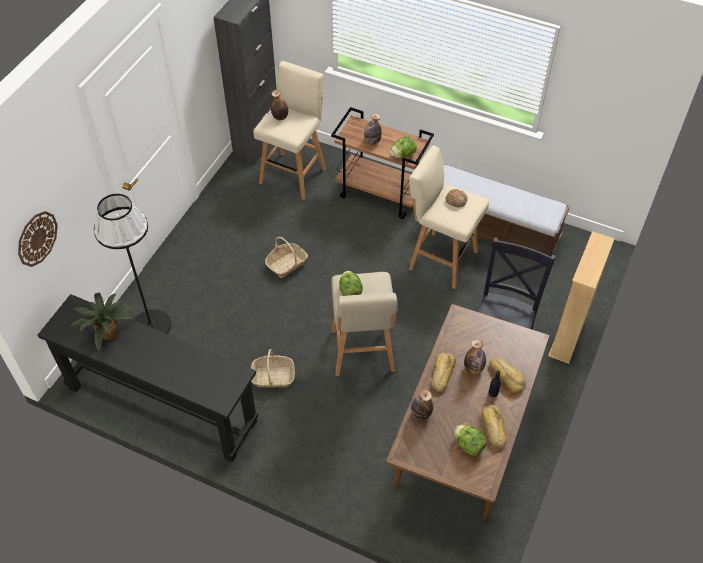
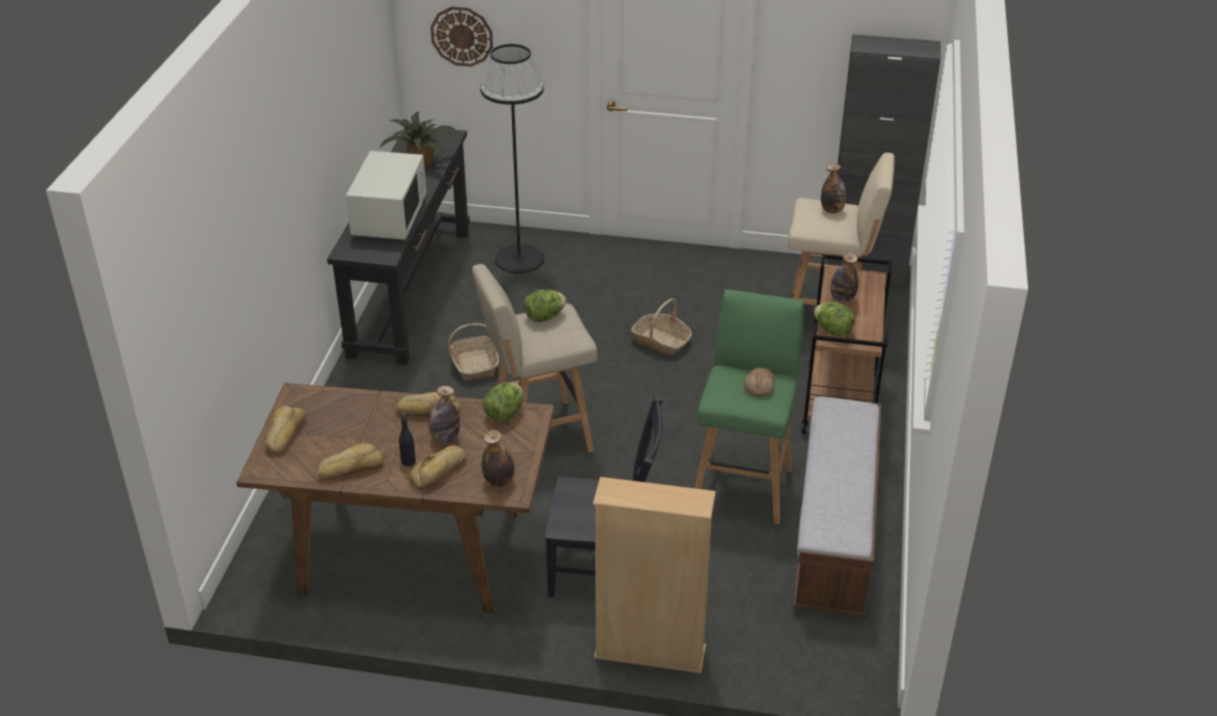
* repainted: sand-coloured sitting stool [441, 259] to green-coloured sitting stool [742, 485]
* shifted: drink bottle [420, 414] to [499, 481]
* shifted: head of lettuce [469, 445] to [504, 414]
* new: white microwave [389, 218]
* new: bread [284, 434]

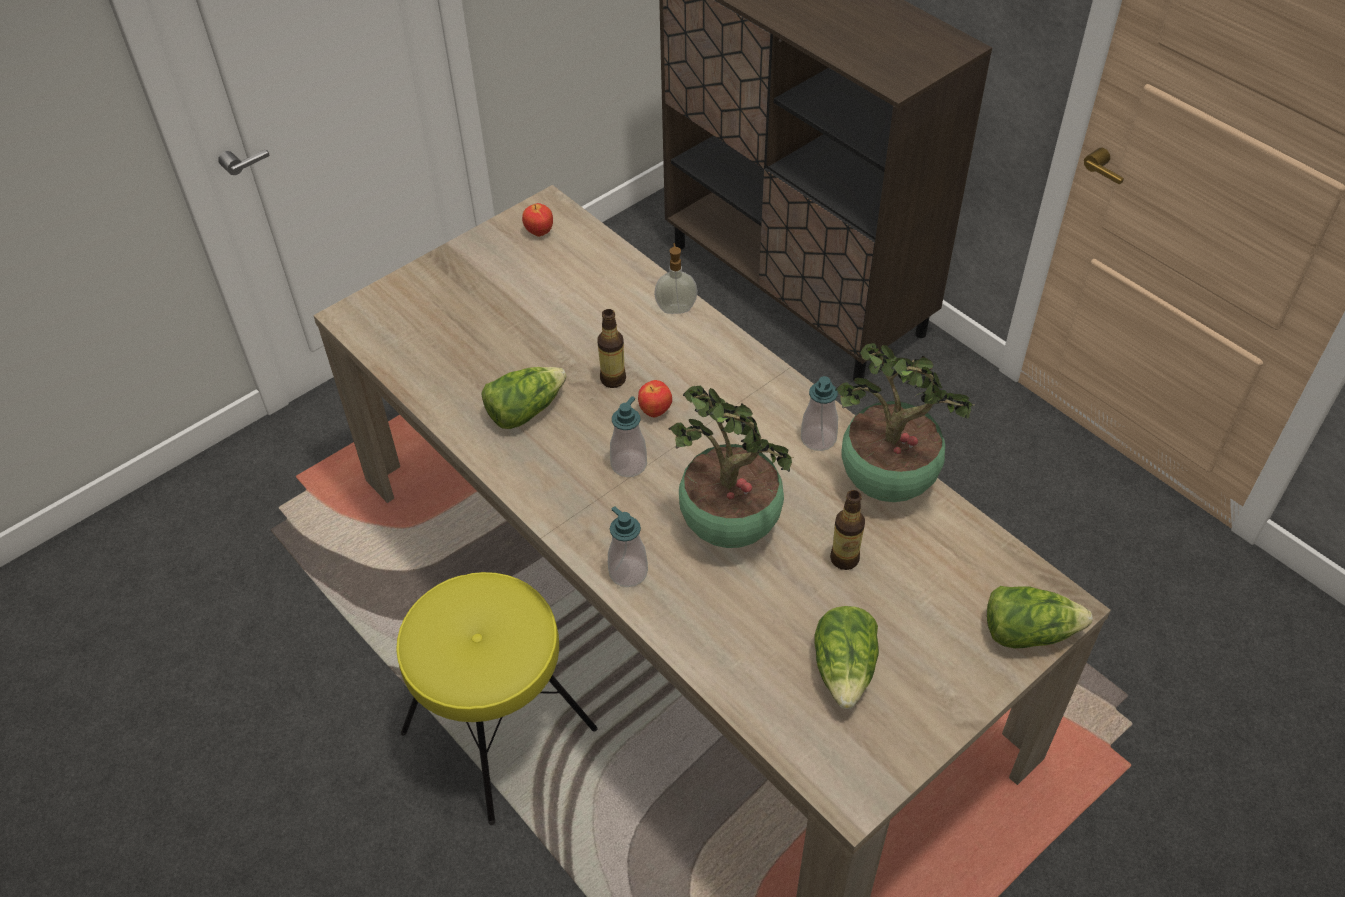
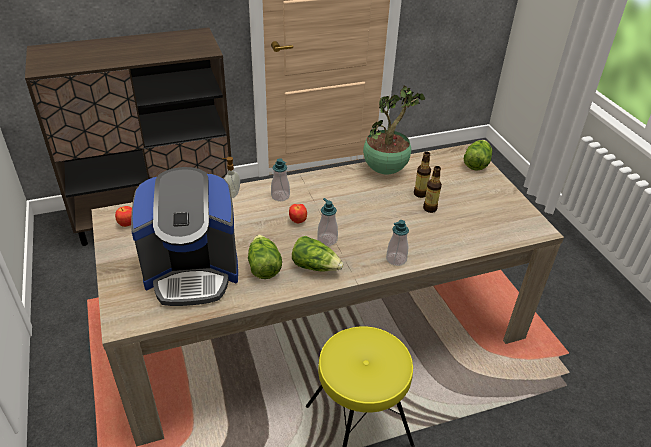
* shifted: drink bottle [613, 379] to [430, 208]
* shifted: soap dispenser [818, 438] to [280, 196]
* gone: houseplant [732, 528]
* shifted: head of lettuce [845, 669] to [315, 266]
* new: coffee maker [192, 272]

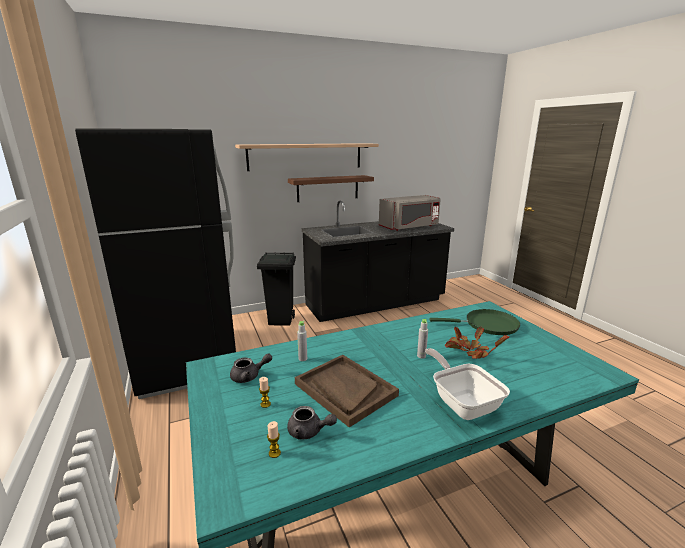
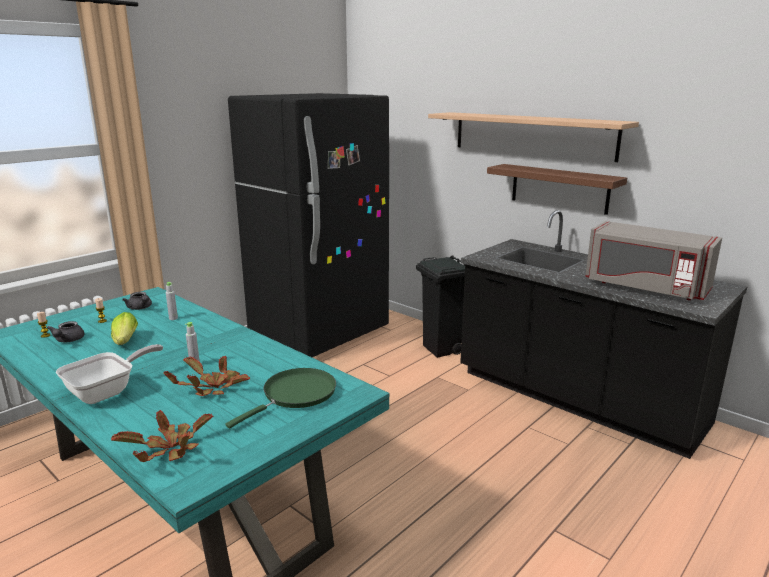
* rotated: green-coloured frying pan [487, 325] = [295, 395] 120 degrees counterclockwise
* swapped: brown-coloured tray [345, 390] to head of lettuce [125, 342]
* new: houseplant [169, 450]

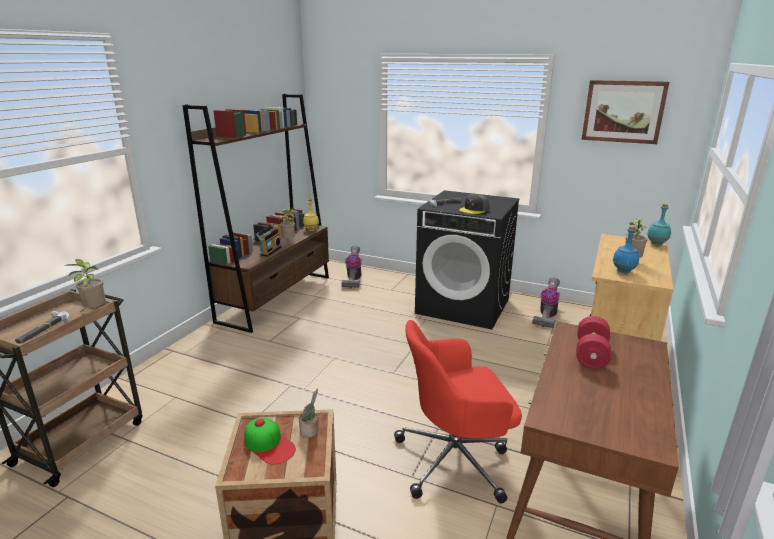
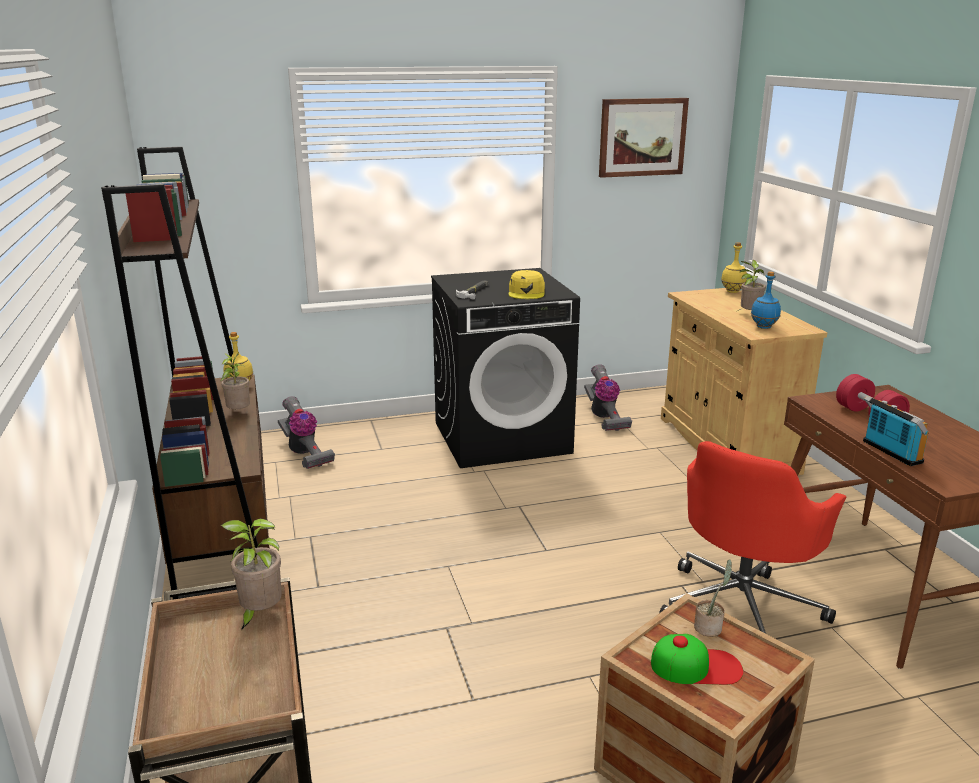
* repainted: greyish peaked cap [474, 209] to yellow peaked cap [526, 292]
* repainted: turquoise-coloured drink bottle [656, 244] to yellow drink bottle [732, 291]
* shifted: radio [270, 251] to [889, 452]
* gone: hammer [43, 329]

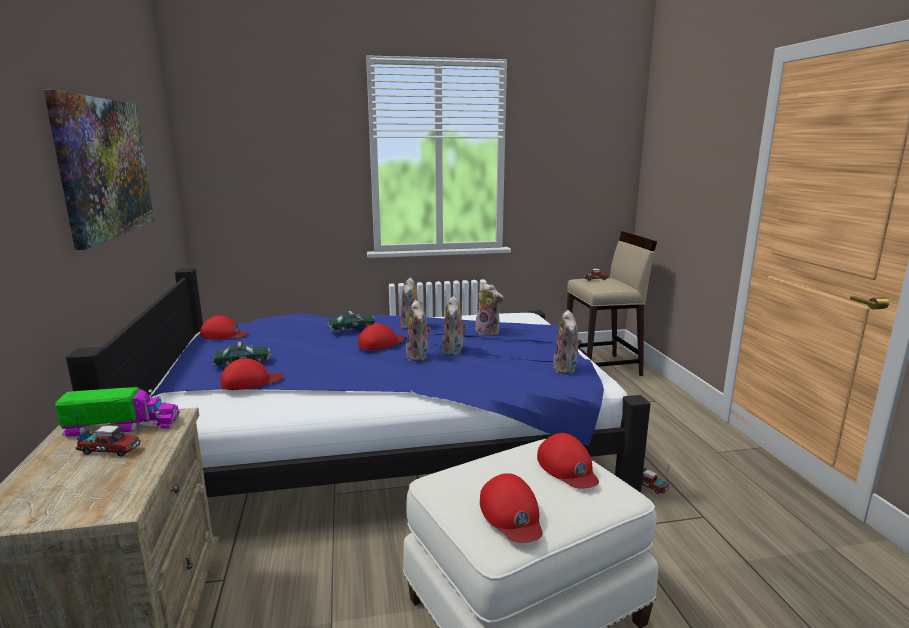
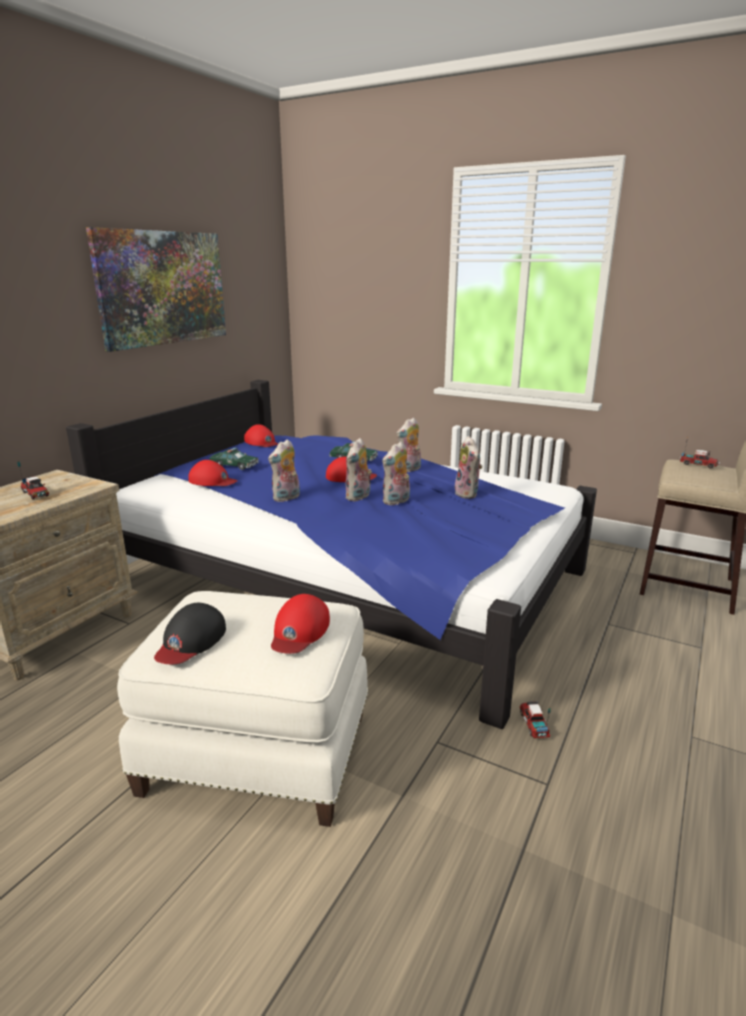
* shifted: plush toy [566, 369] to [286, 498]
* gone: toy lorry [123, 427]
* repainted: red peaked cap [511, 514] to black peaked cap [191, 640]

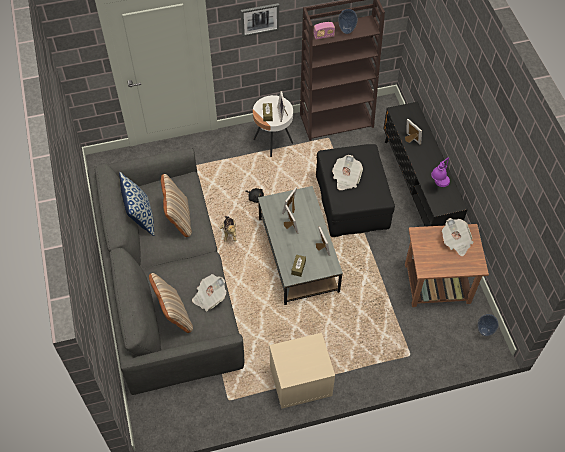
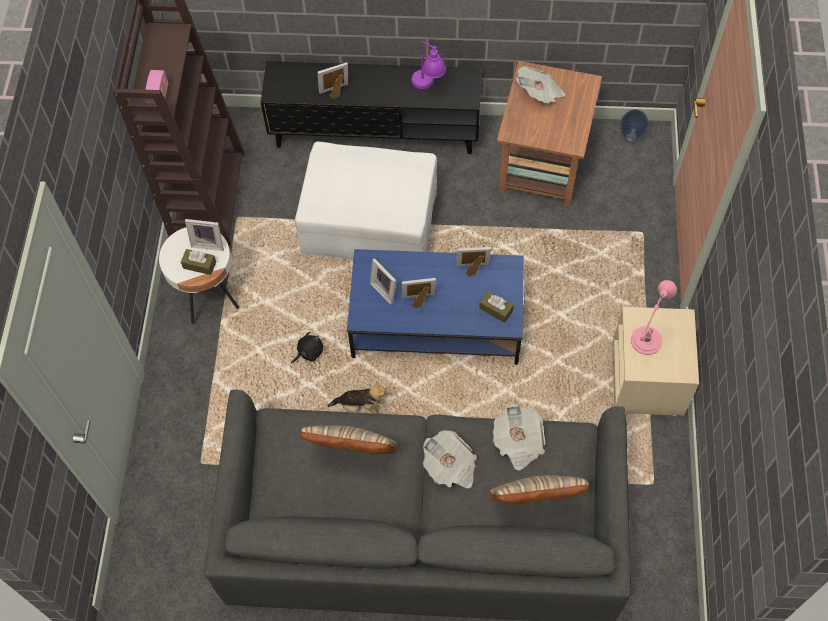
* gone: wall art [260, 19]
* gone: vase [346, 31]
* repainted: black footrest [352, 202] to white footrest [370, 222]
* shifted: newspaper [346, 178] to [450, 467]
* gone: throw pillow [140, 217]
* repainted: greyish low table [297, 254] to blue-coloured low table [435, 322]
* new: pink table lamp [645, 343]

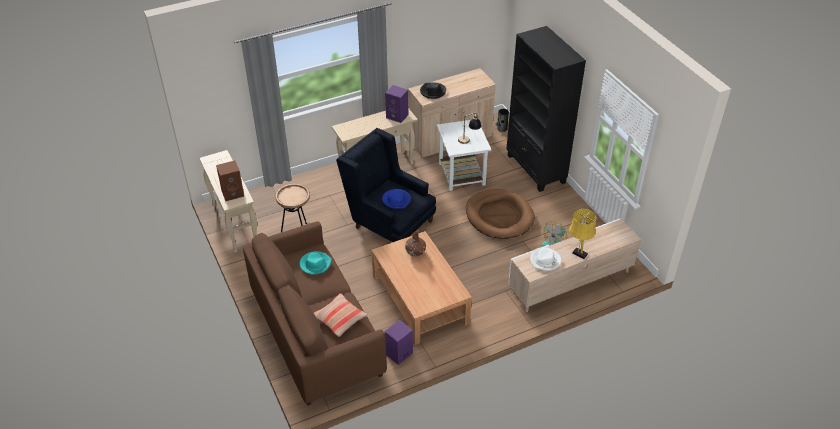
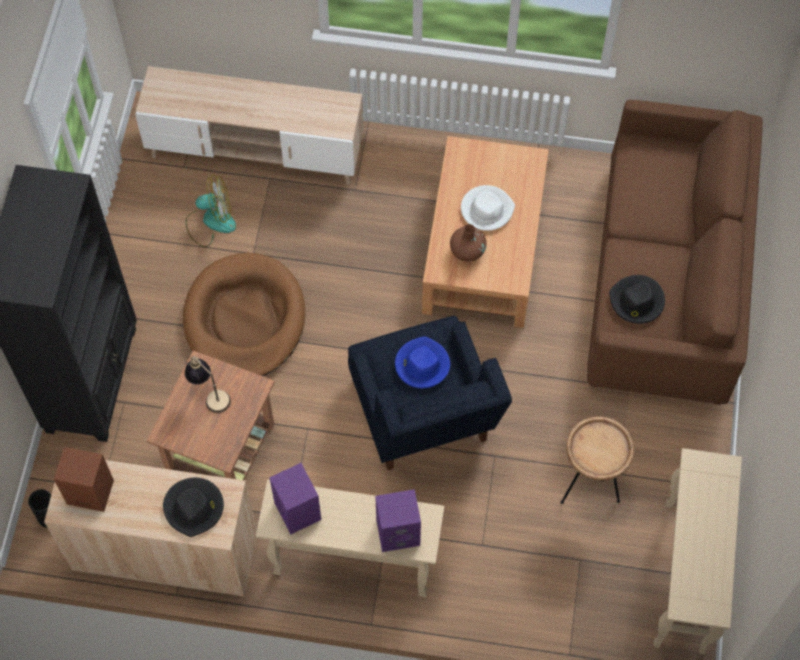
* repainted: white end table [462, 174] to brown-coloured end table [221, 448]
* shifted: brown-coloured audio speaker [233, 193] to [89, 493]
* gone: yellow table lamp [578, 253]
* shifted: white wearable hat [545, 260] to [486, 209]
* repainted: turquoise-coloured wearable hat [315, 264] to black wearable hat [637, 301]
* gone: throw pillow [339, 318]
* shifted: purple audio speaker [399, 354] to [399, 531]

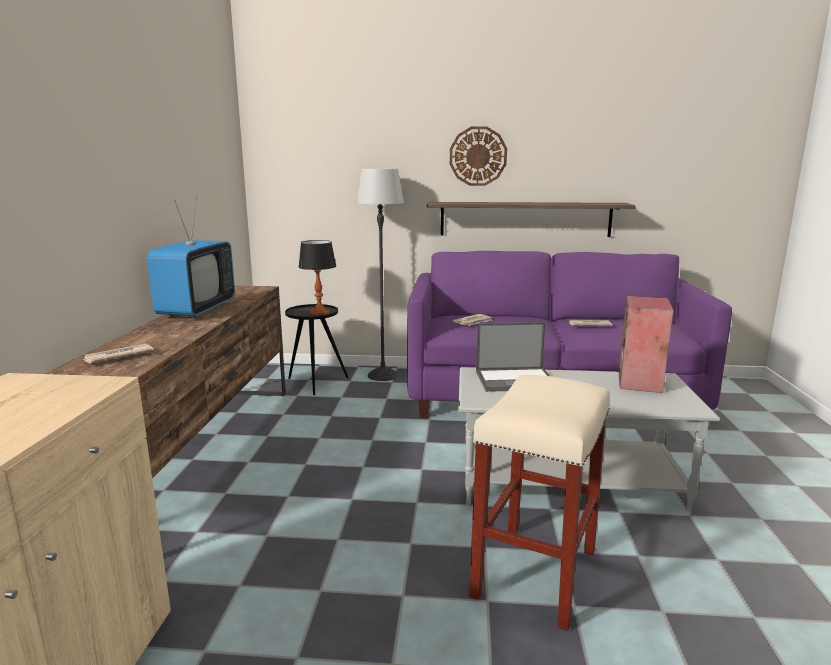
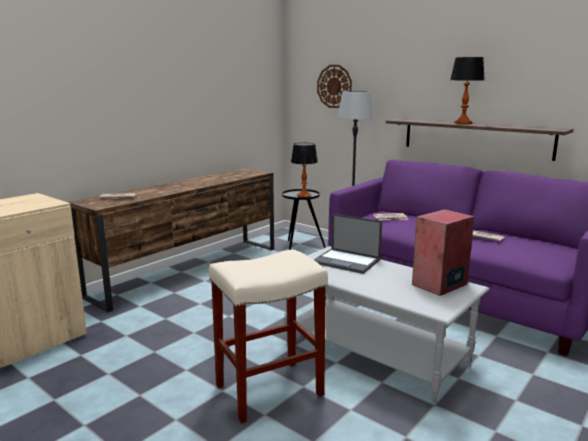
* shifted: wall clock [478, 156] to [334, 86]
* gone: TV [197, 310]
* new: table lamp [463, 123]

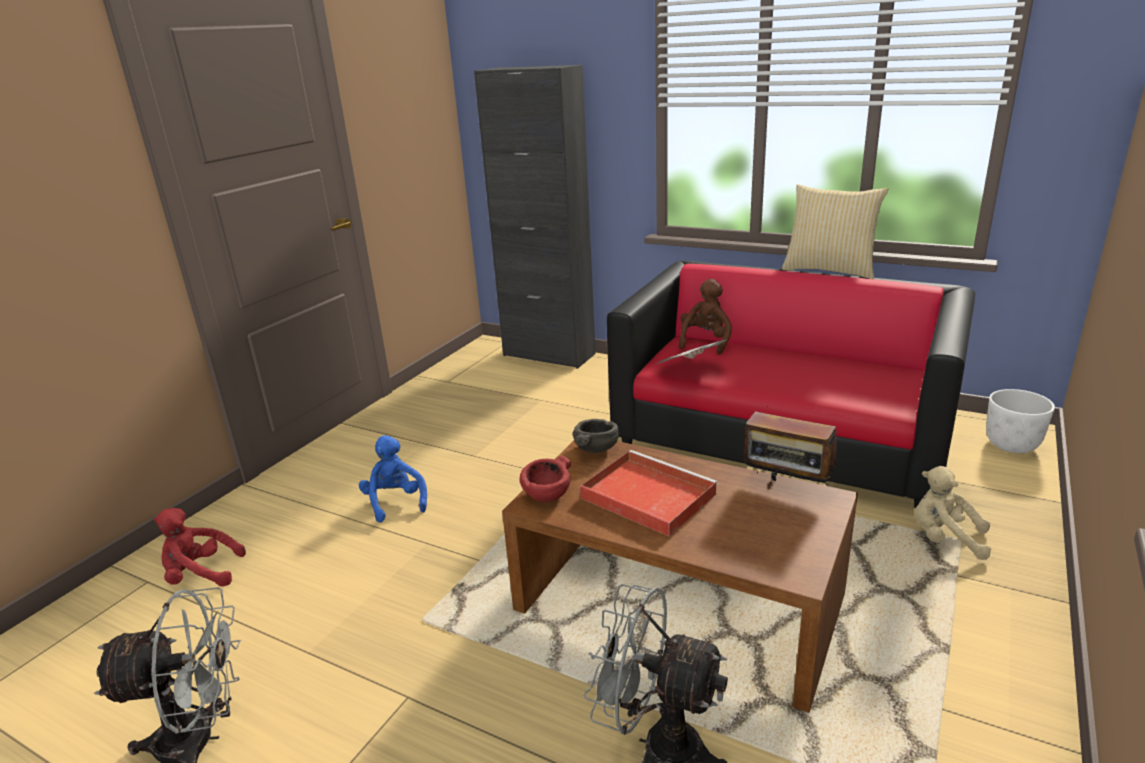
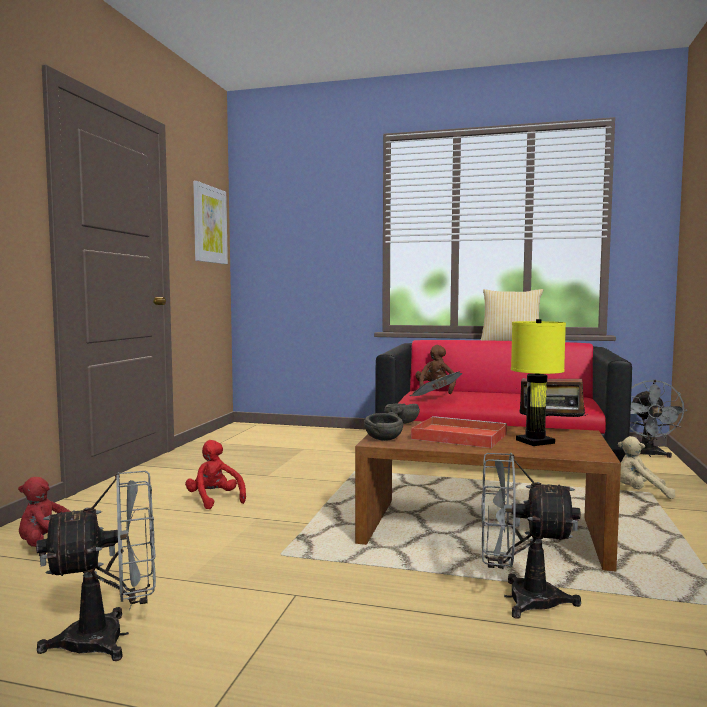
* gone: black cupboard [549, 355]
* swapped: white flower pot [1012, 445] to greyish electric fan [648, 455]
* repainted: blue-coloured plush toy [395, 502] to red plush toy [214, 500]
* repainted: red bowl [547, 495] to greyish bowl [384, 439]
* new: wall art [209, 224]
* new: yellow table lamp [534, 441]

